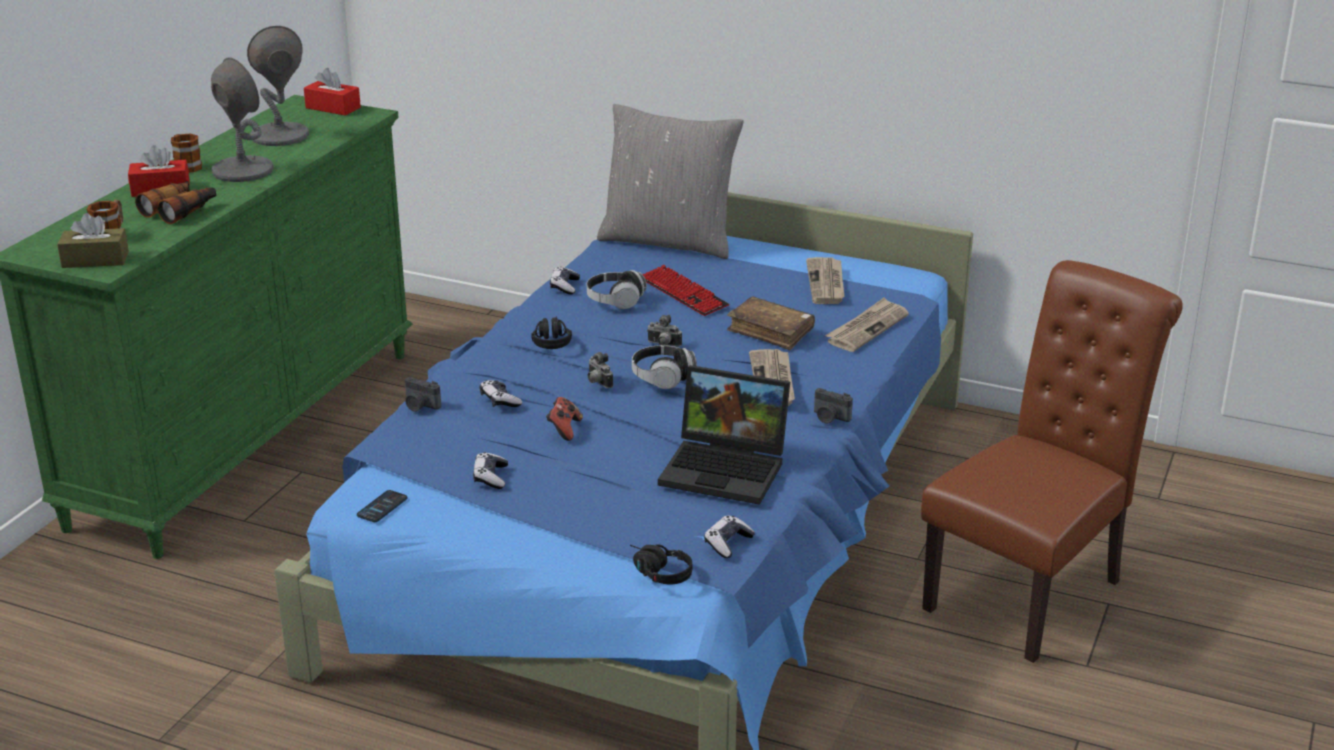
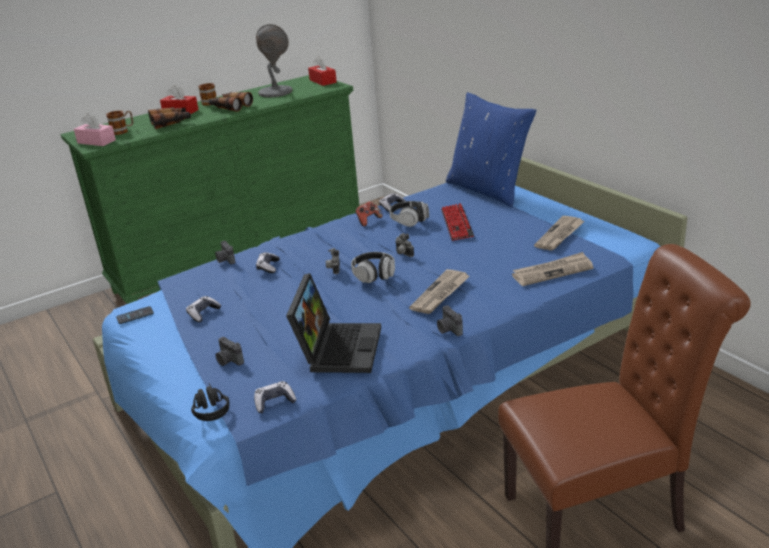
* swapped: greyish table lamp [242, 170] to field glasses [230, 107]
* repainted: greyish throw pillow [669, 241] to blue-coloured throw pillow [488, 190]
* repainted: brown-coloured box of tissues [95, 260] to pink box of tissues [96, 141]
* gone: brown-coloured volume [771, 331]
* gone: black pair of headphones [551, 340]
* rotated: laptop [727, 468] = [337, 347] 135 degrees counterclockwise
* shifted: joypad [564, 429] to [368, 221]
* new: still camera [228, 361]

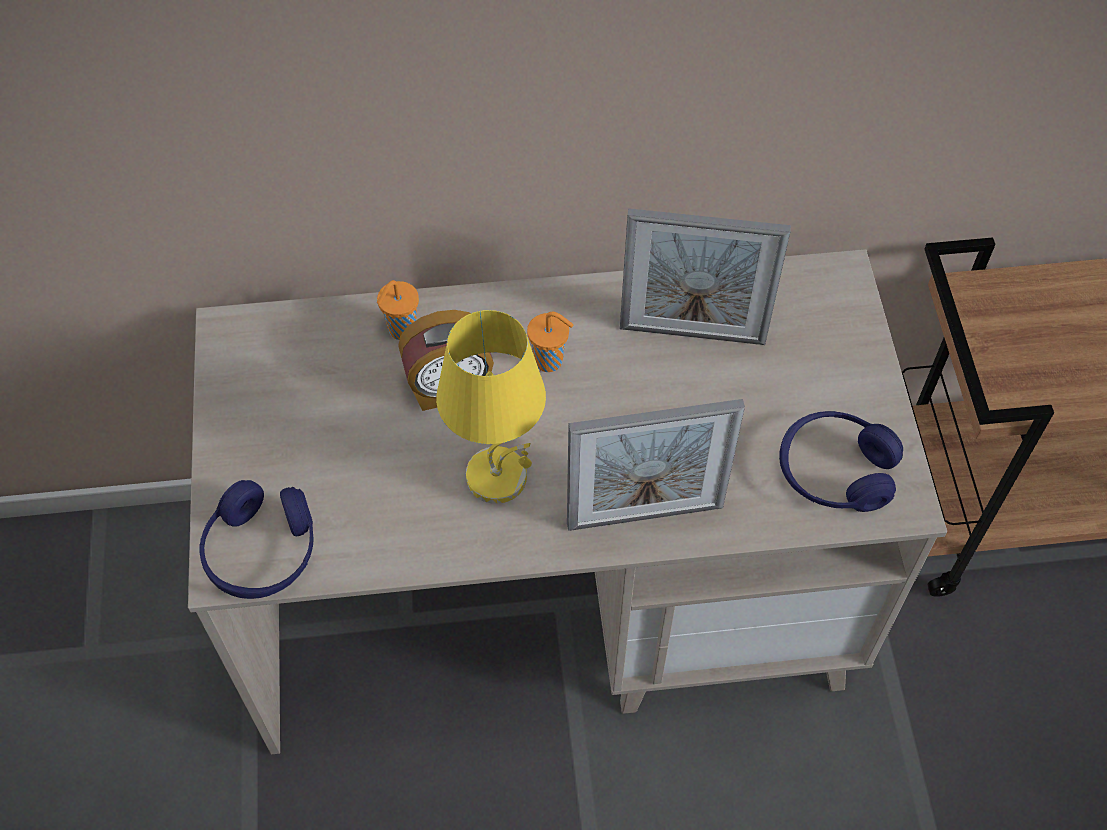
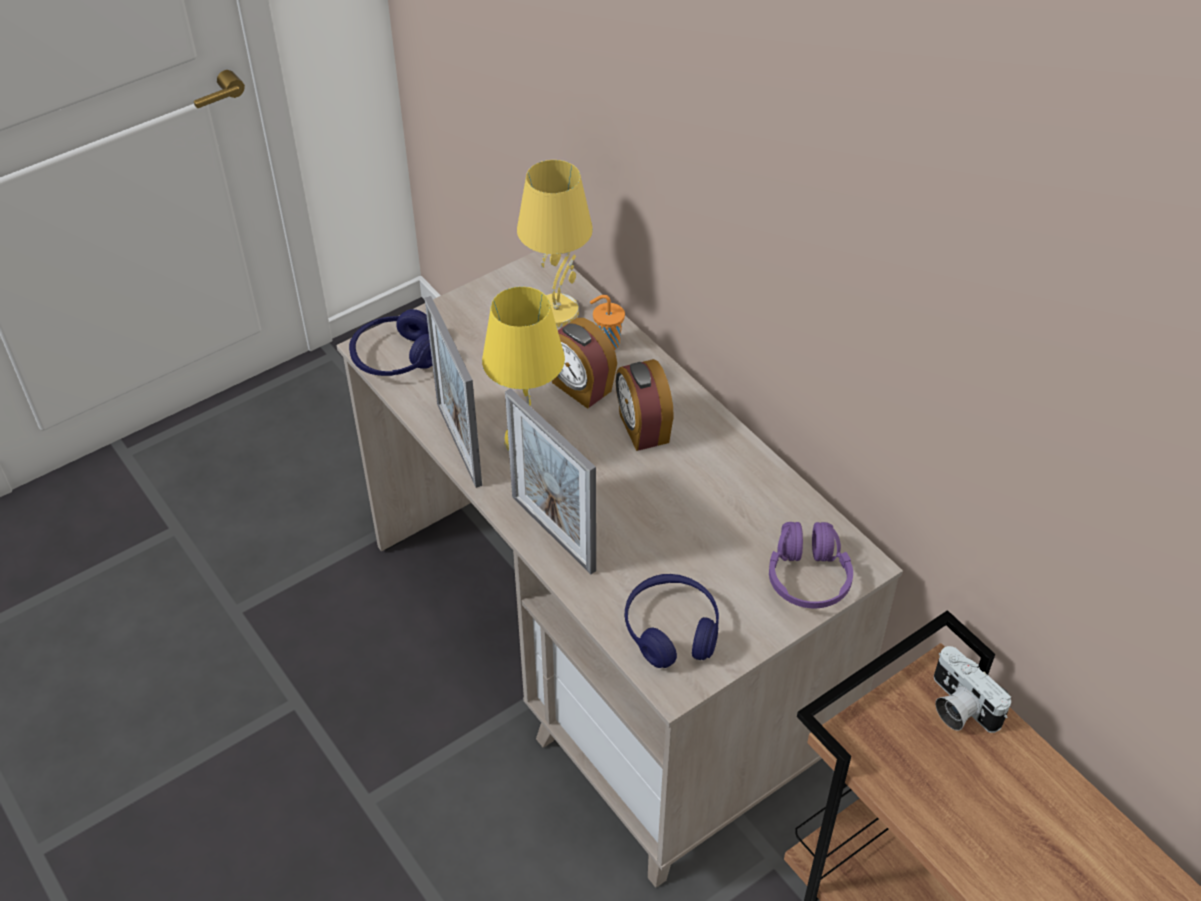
* shifted: standing frame [692, 334] to [459, 444]
* swapped: orange small cup [550, 361] to bedside clock [642, 429]
* new: yellow table lamp [557, 311]
* new: purple pair of headphones [807, 577]
* new: still camera [958, 707]

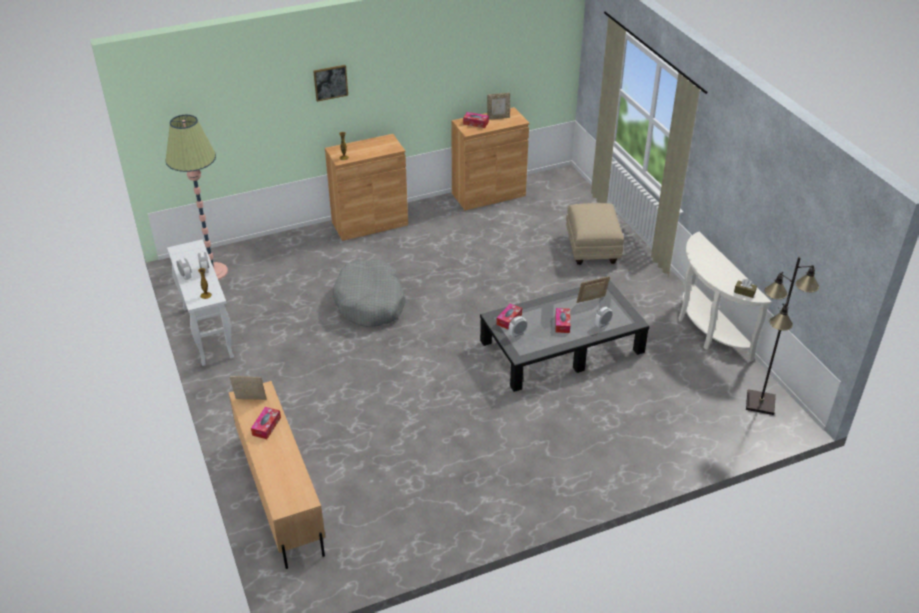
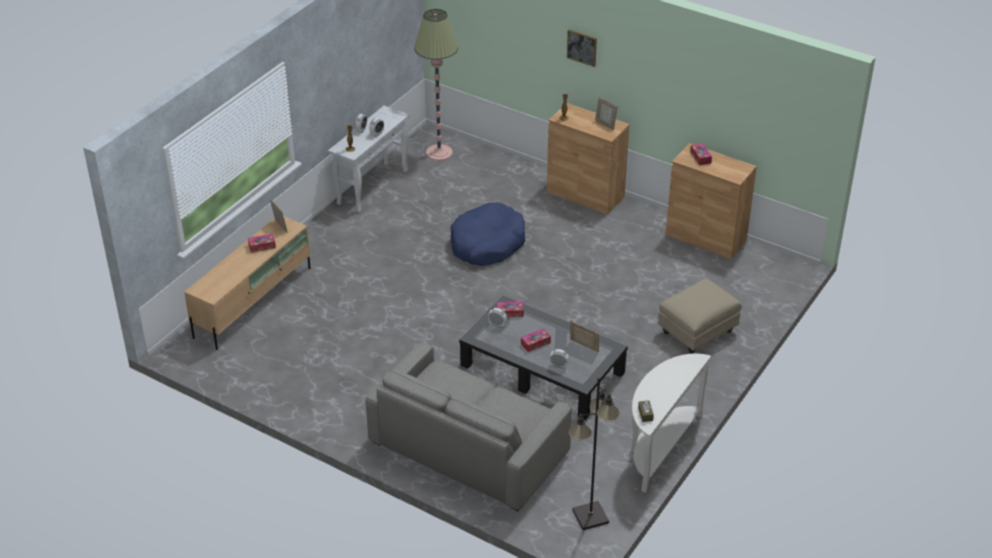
* shifted: standing frame [498, 117] to [605, 124]
* repainted: greyish dog bed [370, 302] to blue-coloured dog bed [487, 244]
* new: greyish settee [468, 448]

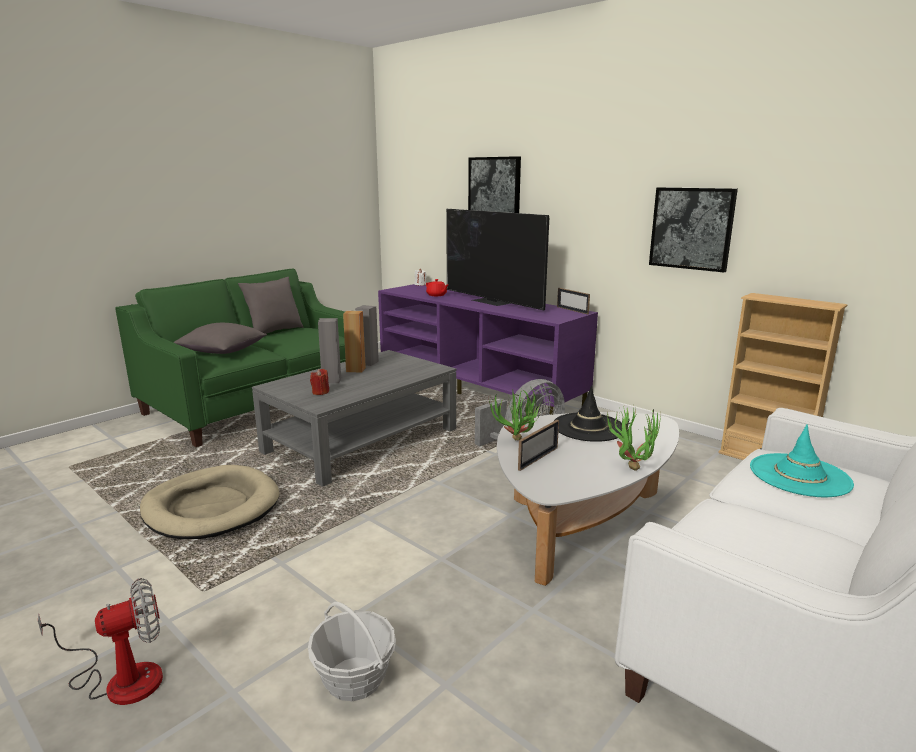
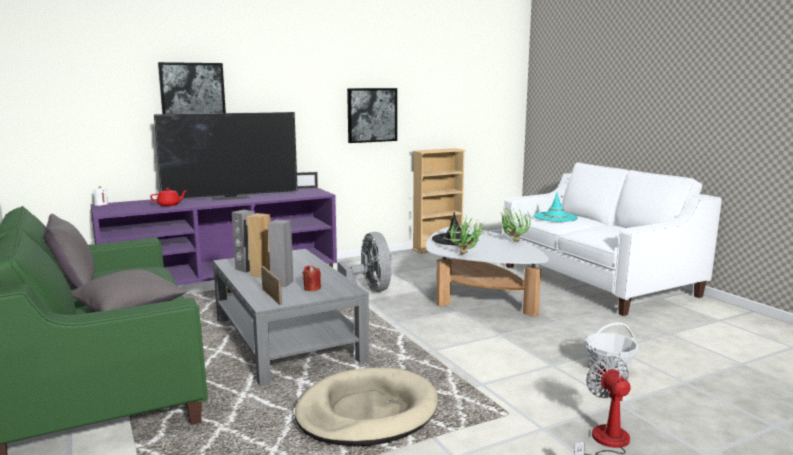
* shifted: standing frame [538, 458] to [271, 296]

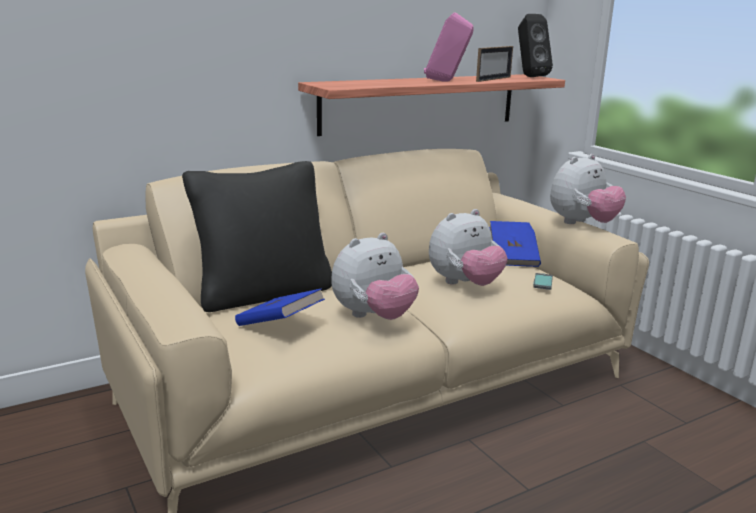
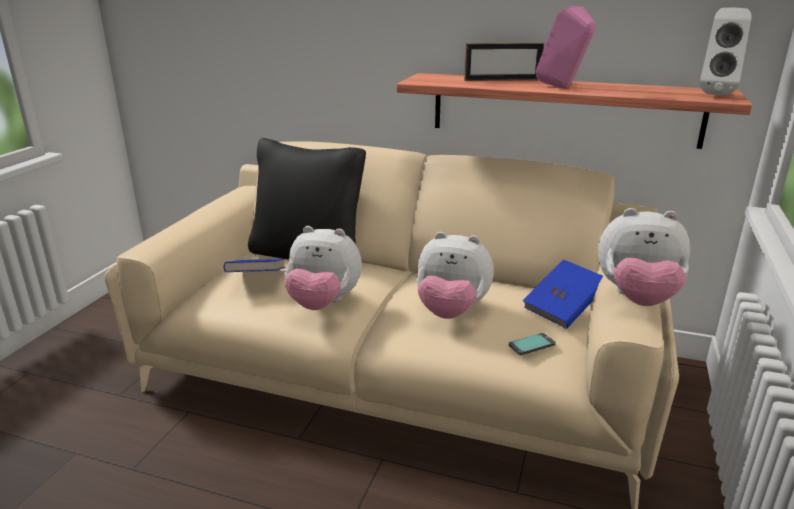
* repainted: black audio speaker [529, 77] to white audio speaker [716, 94]
* shifted: standing frame [493, 79] to [502, 80]

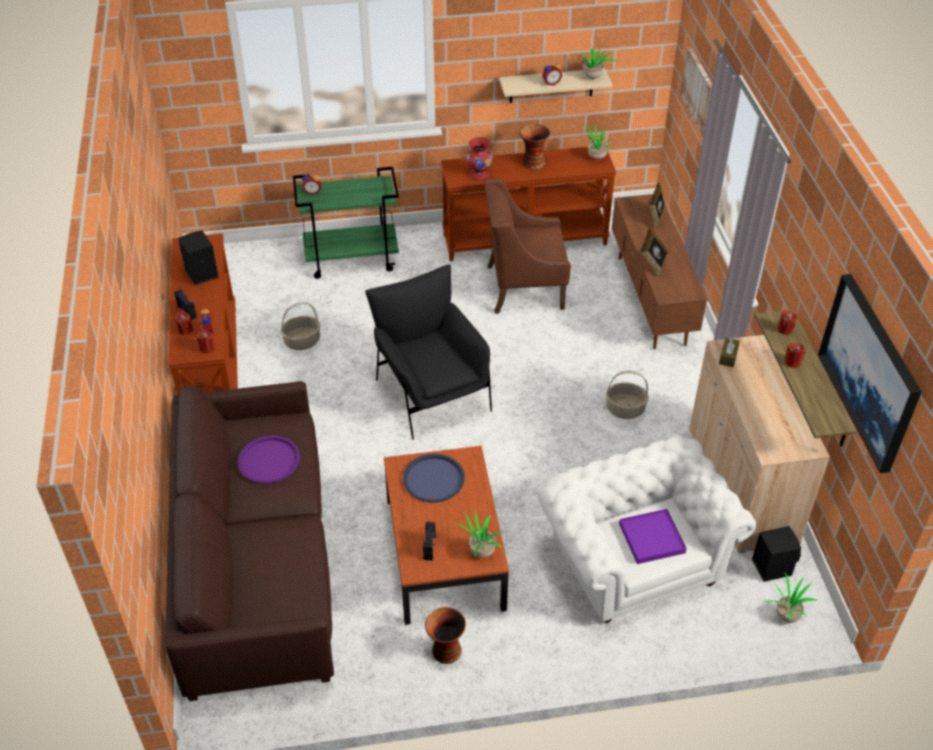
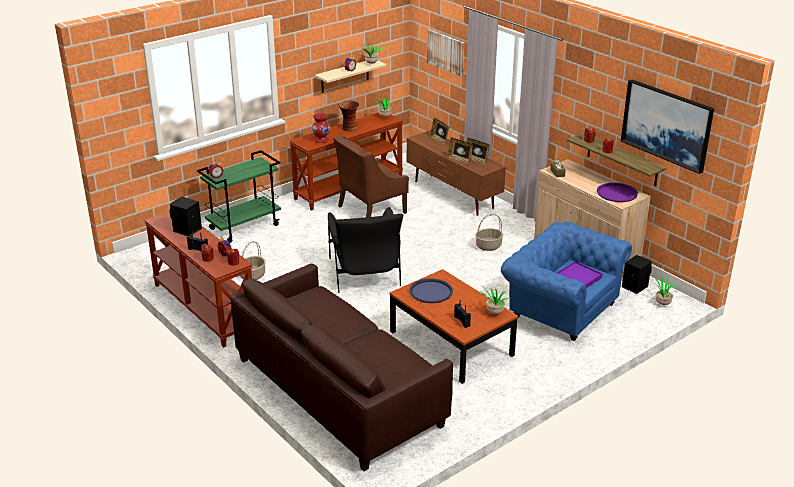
* rotated: black easy chair [431, 392] = [364, 274] 135 degrees counterclockwise
* shifted: purple tray [269, 460] to [616, 193]
* repainted: white easy chair [633, 559] to blue-coloured easy chair [560, 308]
* gone: vase [445, 651]
* new: standing frame [476, 160]

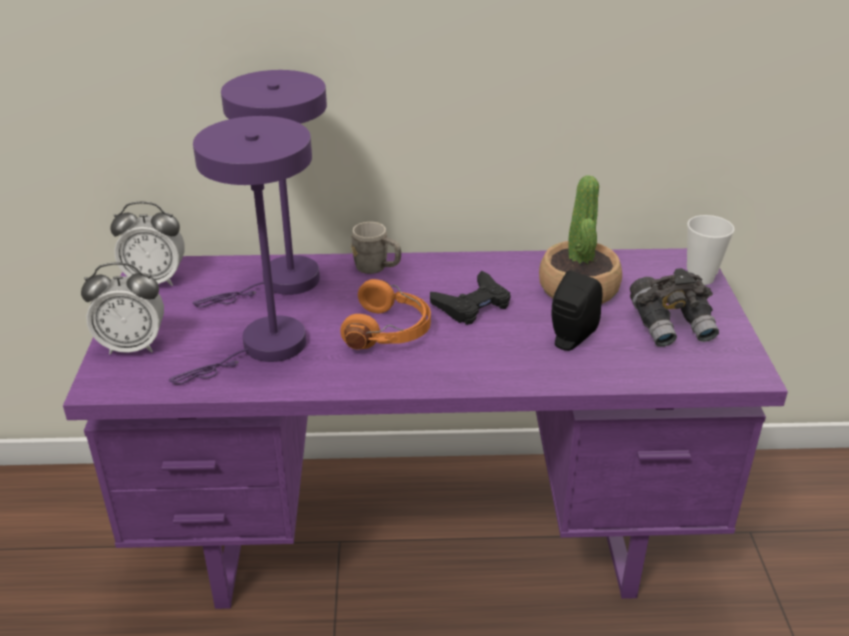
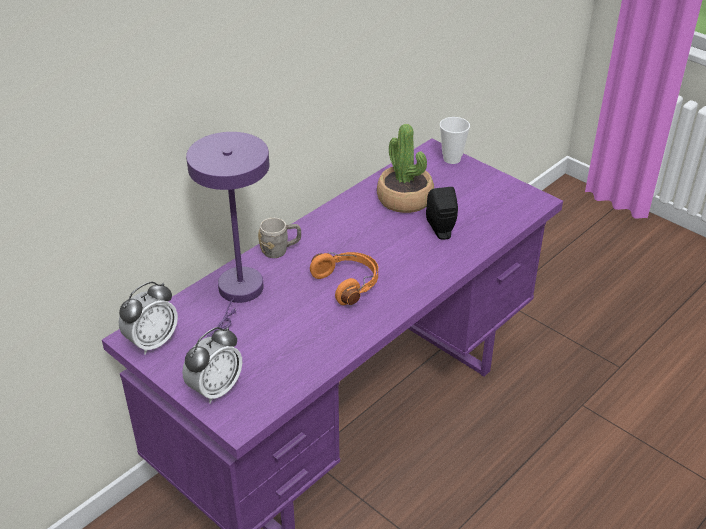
* gone: purple table lamp [264, 348]
* gone: greyish field glasses [672, 325]
* gone: black joypad [472, 305]

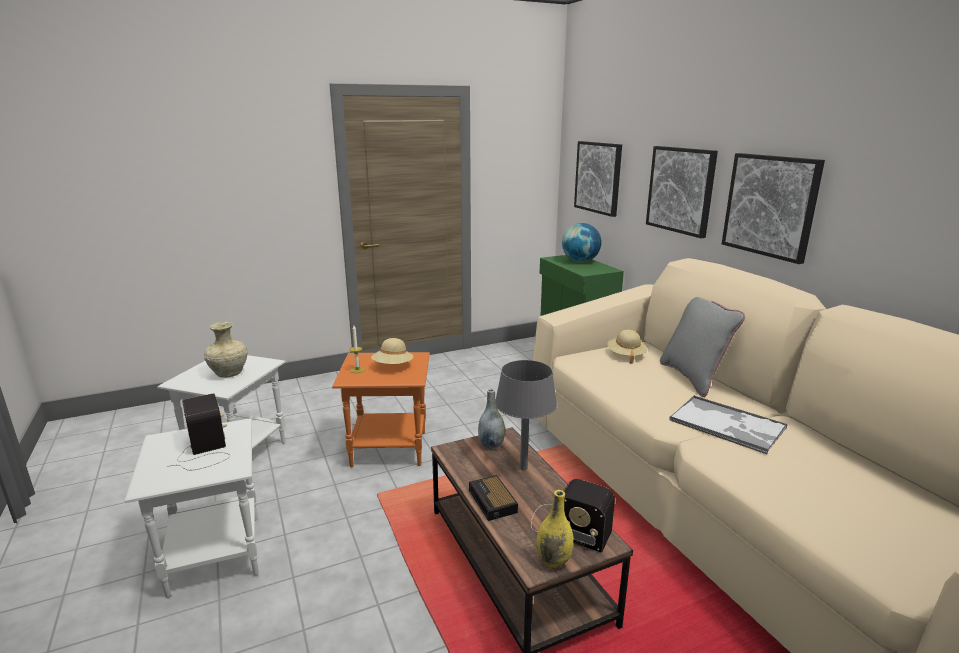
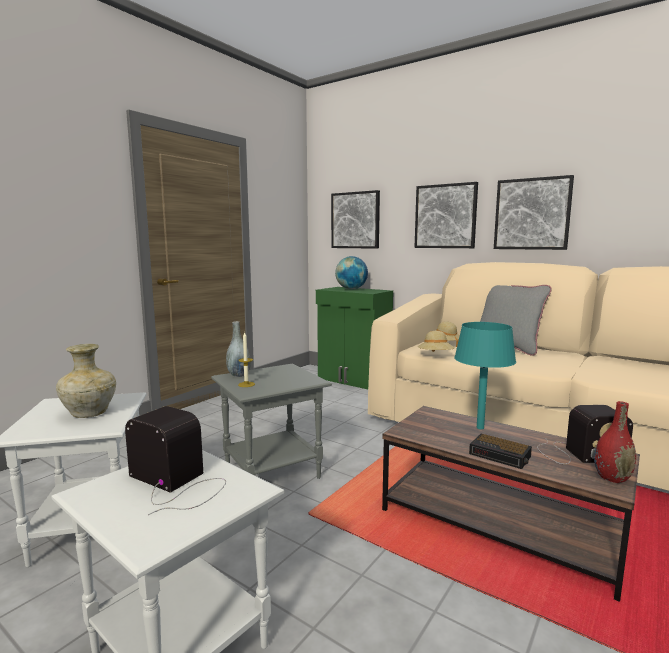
* shifted: sand-coloured wearable hat [393, 366] to [435, 356]
* repainted: orange end table [390, 449] to greyish end table [273, 473]
* repainted: greyish table lamp [523, 468] to turquoise-coloured table lamp [480, 428]
* shifted: greyish vase [491, 444] to [239, 375]
* gone: tray [728, 425]
* repainted: yellow vase [553, 560] to red vase [612, 478]

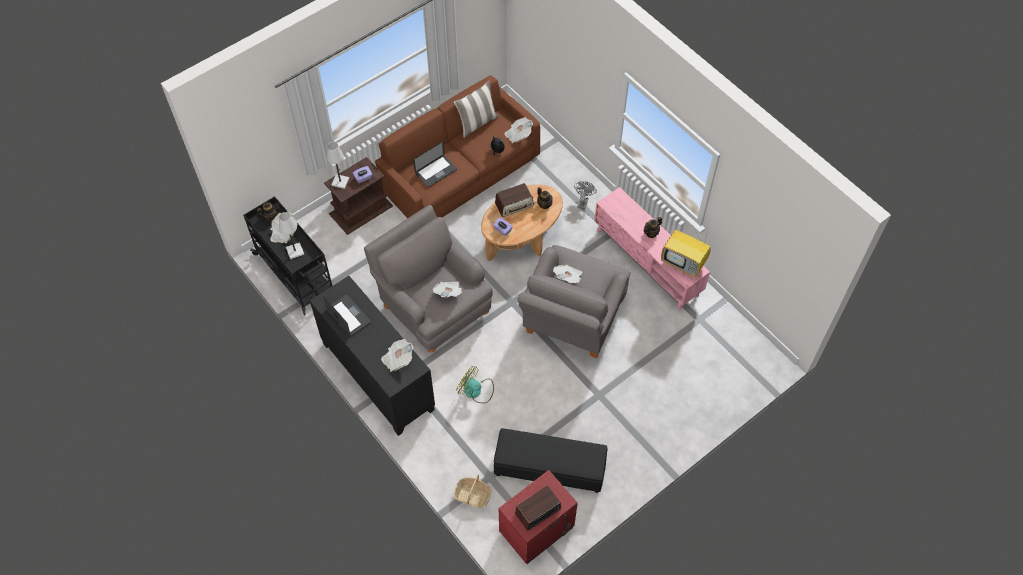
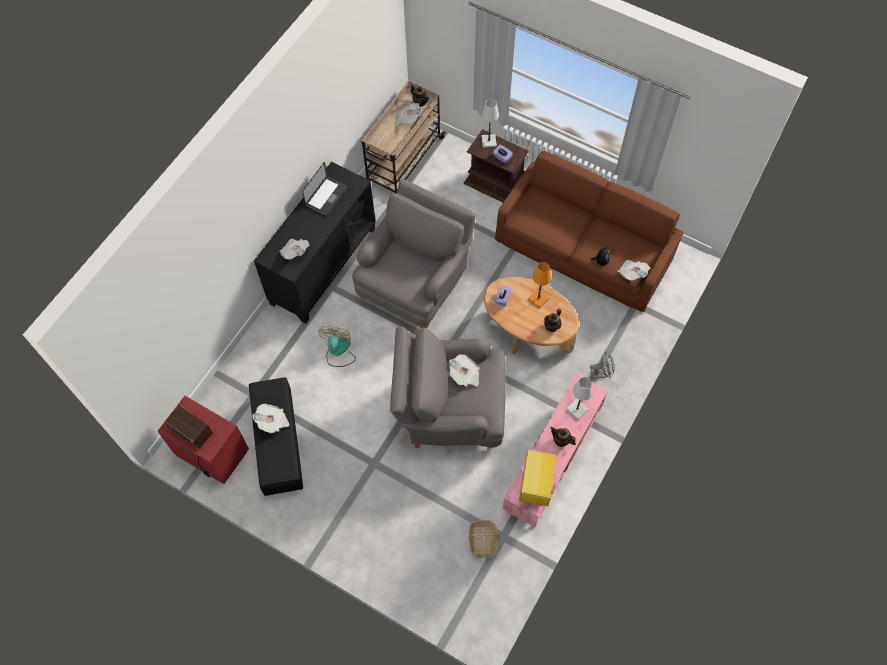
* gone: throw pillow [477, 123]
* gone: laptop [436, 171]
* swapped: radio [514, 205] to orange table lamp [538, 299]
* repainted: black wheeled cart [296, 274] to sand-coloured wheeled cart [403, 161]
* shifted: white table lamp [295, 251] to [577, 409]
* shifted: newspaper [448, 293] to [273, 422]
* shifted: household basket [472, 495] to [482, 540]

